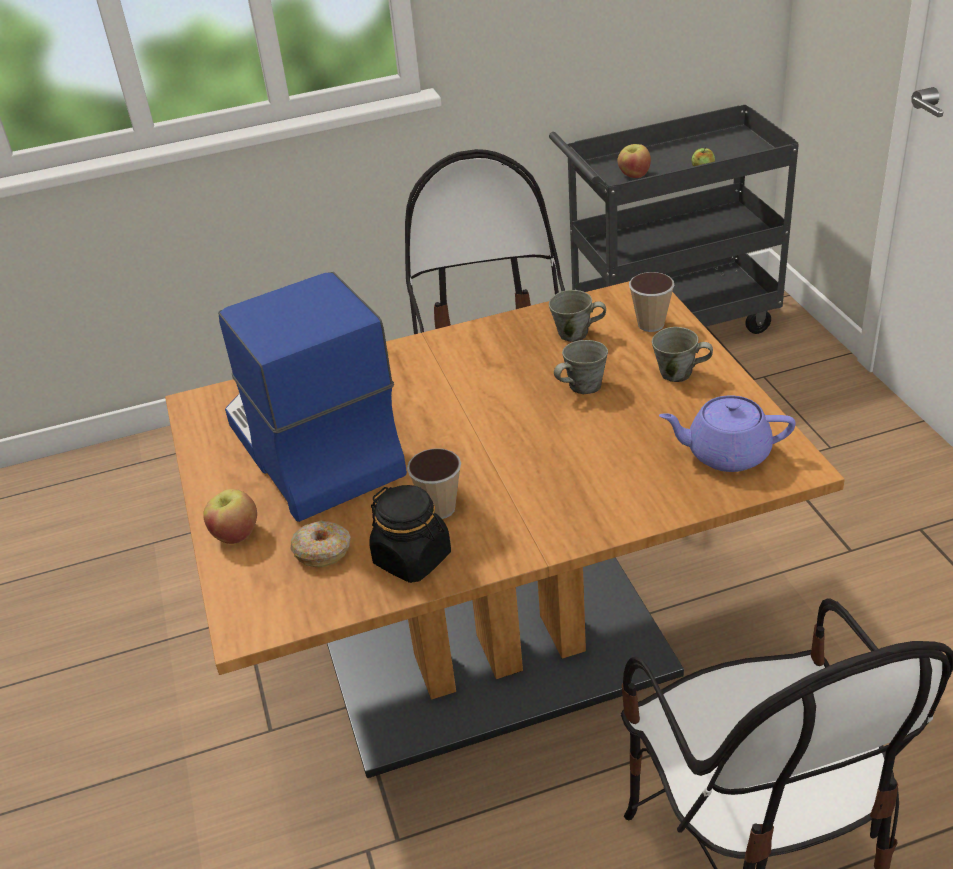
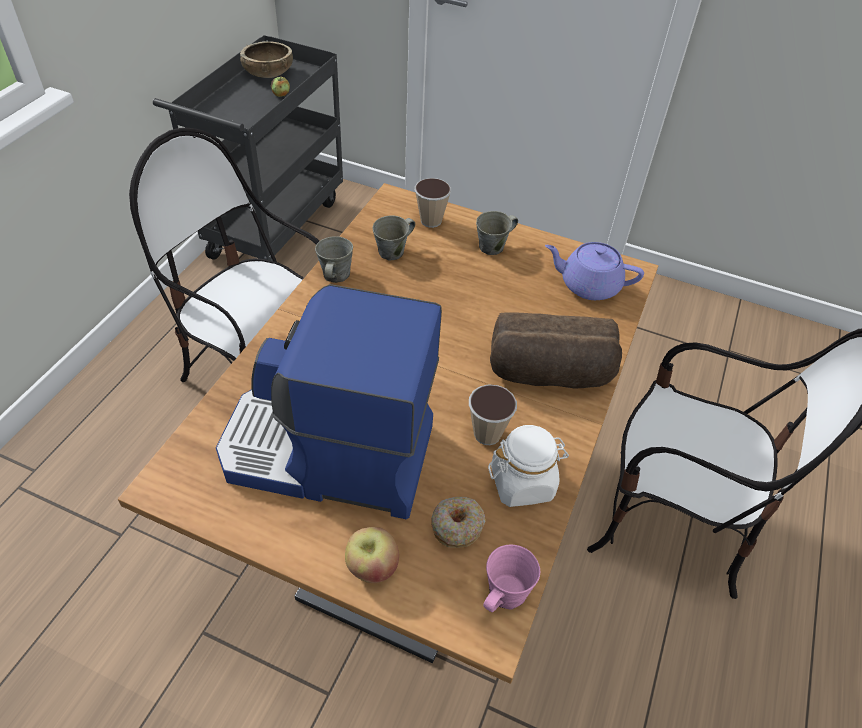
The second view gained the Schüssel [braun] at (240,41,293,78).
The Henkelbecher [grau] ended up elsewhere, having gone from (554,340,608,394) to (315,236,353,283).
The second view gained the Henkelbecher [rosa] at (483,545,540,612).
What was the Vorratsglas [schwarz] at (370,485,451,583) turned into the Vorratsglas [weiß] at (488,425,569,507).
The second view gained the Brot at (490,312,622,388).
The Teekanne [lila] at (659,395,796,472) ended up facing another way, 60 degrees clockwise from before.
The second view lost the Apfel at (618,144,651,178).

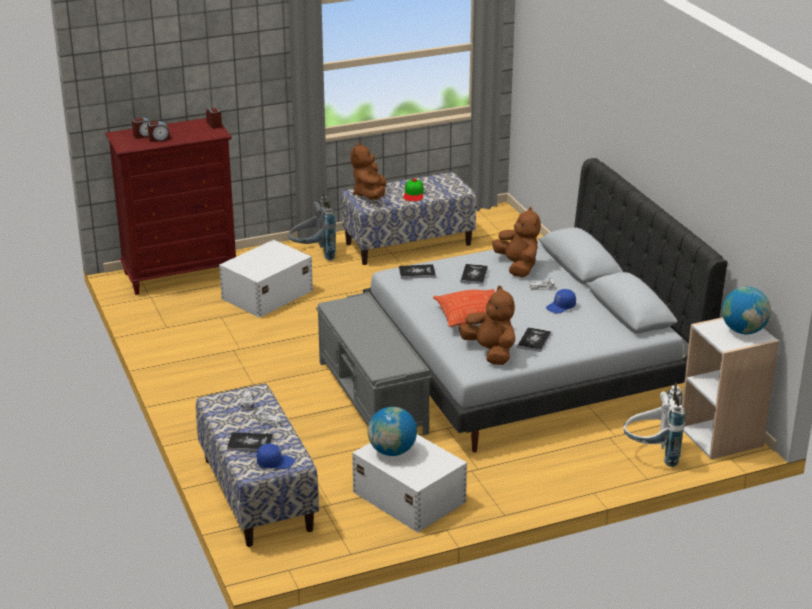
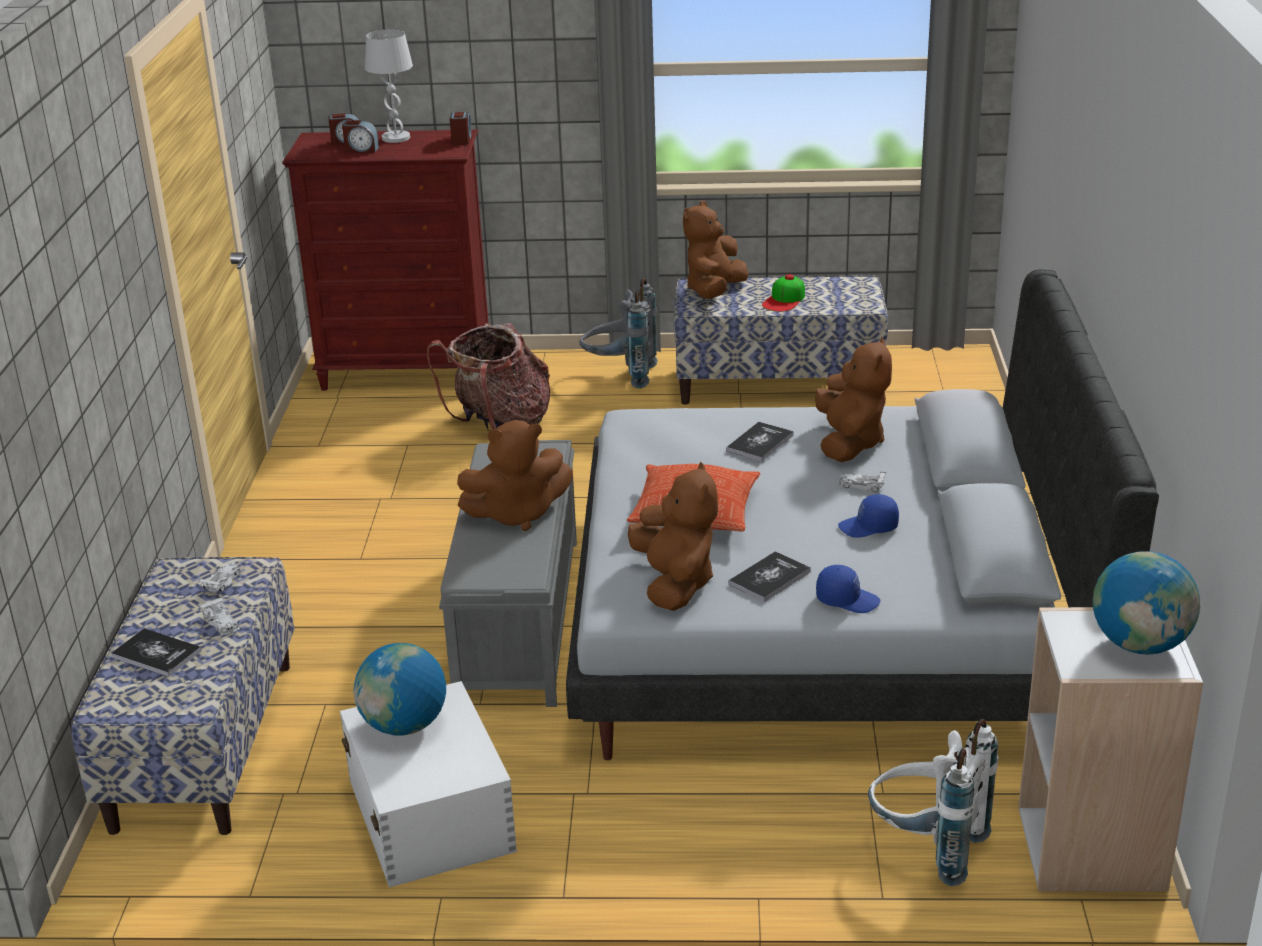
The second view gained the Tischlampe [weiß] at (365,30,413,143).
Where the Aufbewahrungsbox [weiß] stood at (219,240,313,318), the Rucksack came to stand at (427,323,550,431).
The second view gained the Plüschtier [braun] at (457,420,573,531).
The Kappe [blau] ended up elsewhere, having gone from (257,443,295,469) to (816,565,881,613).
The second view lost the Buch at (399,264,436,279).

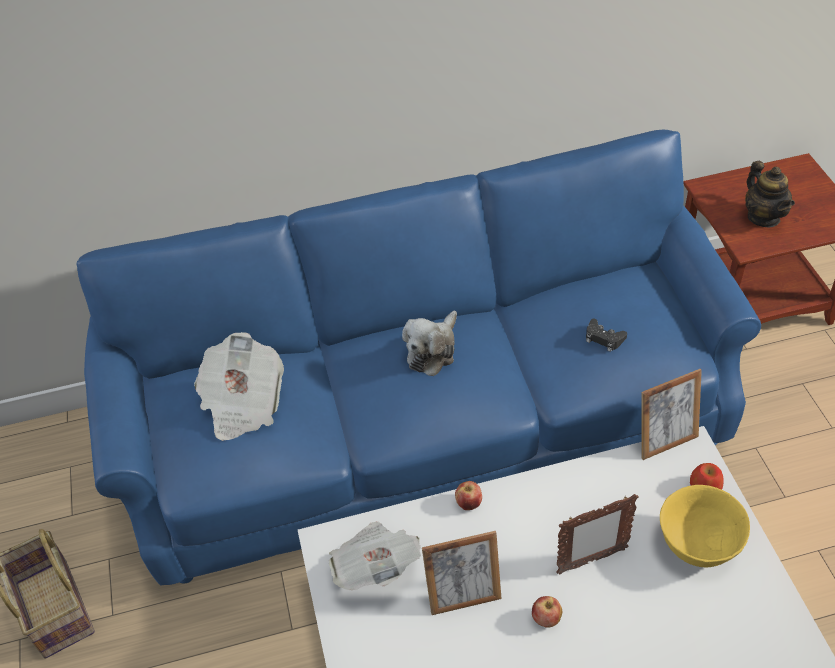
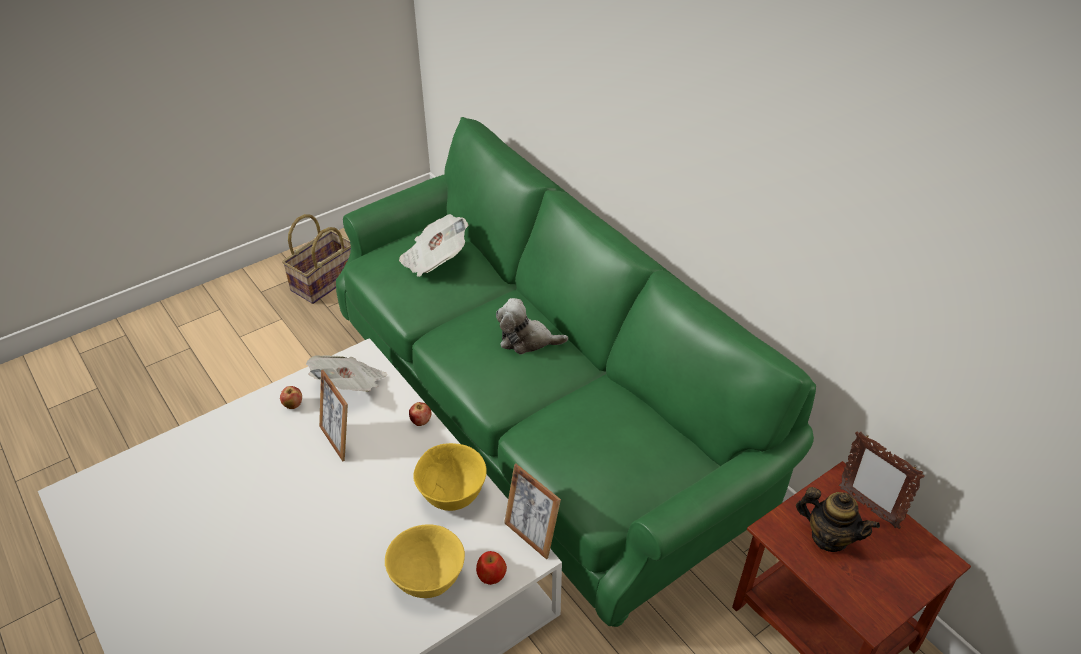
The Apfel ended up elsewhere, having gone from (532,596,562,628) to (280,386,302,409).
What was the Sofa [blau] at (76,130,761,585) turned into the Sofa [grün] at (336,117,816,627).
The second view gained the Schüssel [gelb] at (413,443,487,511).
The Teekanne at (745,161,795,227) ended up facing another way, 105 degrees counterclockwise from before.
The Bilderrahmen ended up elsewhere, having gone from (556,494,638,574) to (839,432,925,529).
The second view lost the Gamepad [schwarz] at (586,319,627,352).

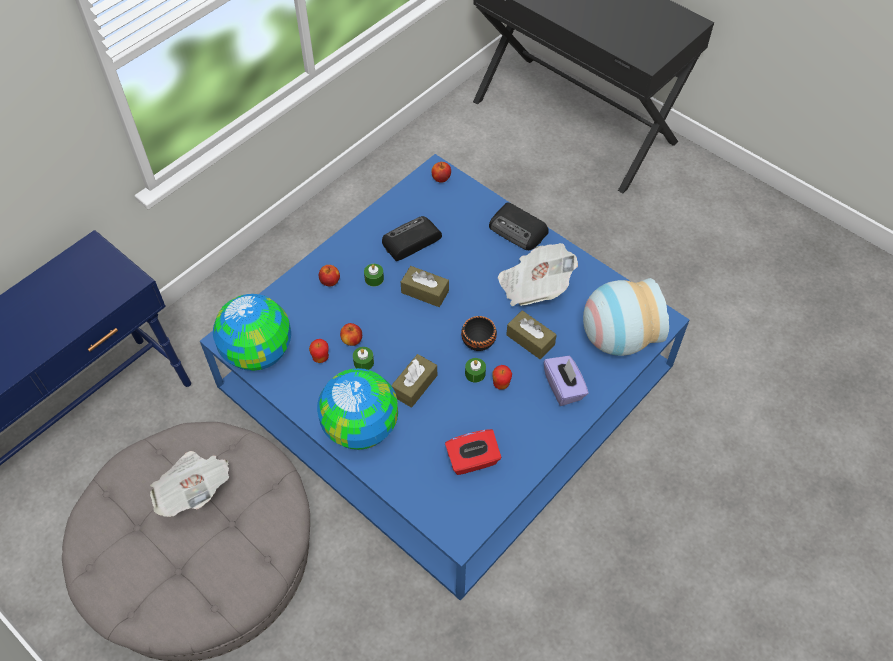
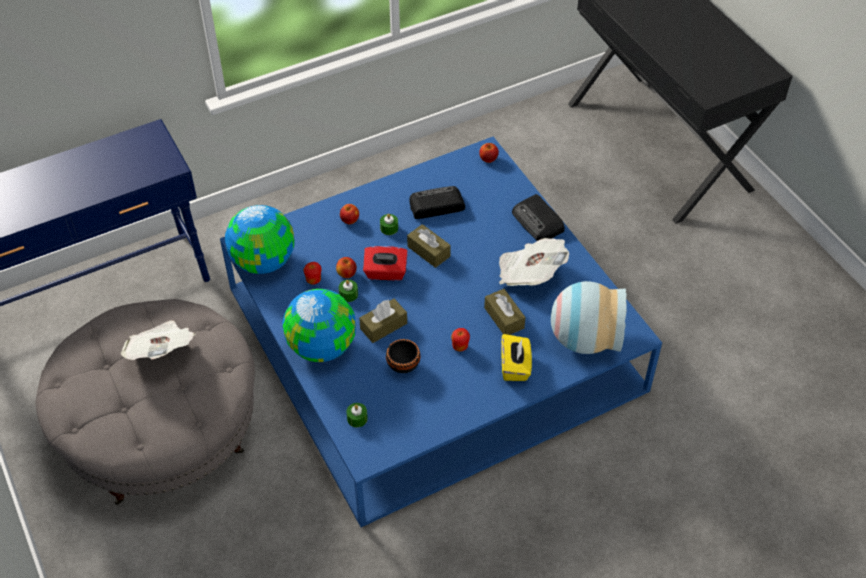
The Kerze [grün] ended up elsewhere, having gone from (465,358,486,383) to (346,403,368,427).
The Taschentuchbox [rot] ended up elsewhere, having gone from (445,429,501,475) to (363,246,408,281).
The Schüssel [schwarz] ended up elsewhere, having gone from (461,316,497,351) to (386,339,420,373).
What was the Taschentuchbox [lila] at (544,356,589,406) turned into the Taschentuchbox [gelb] at (501,334,532,381).

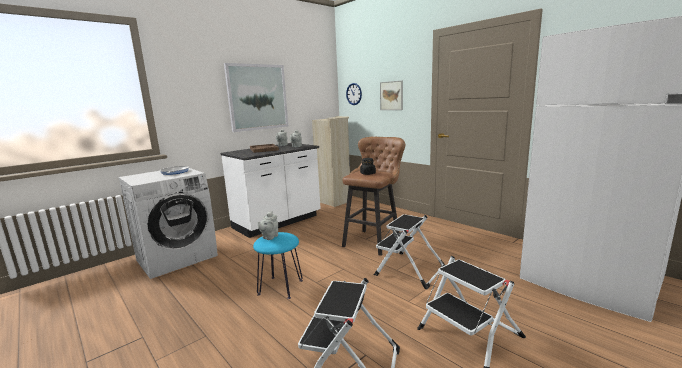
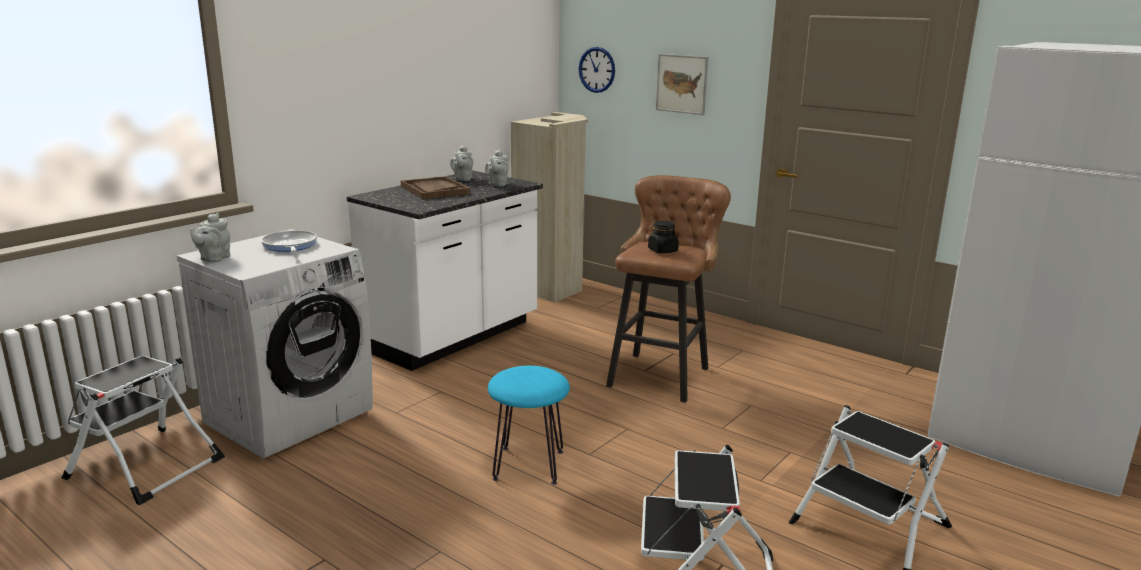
The Trittleiter ended up elsewhere, having gone from (374,214,445,289) to (62,356,225,505).
The Teekanne [grau] ended up elsewhere, having gone from (257,211,278,240) to (190,213,230,263).
The second view lost the Bild at (224,63,288,132).

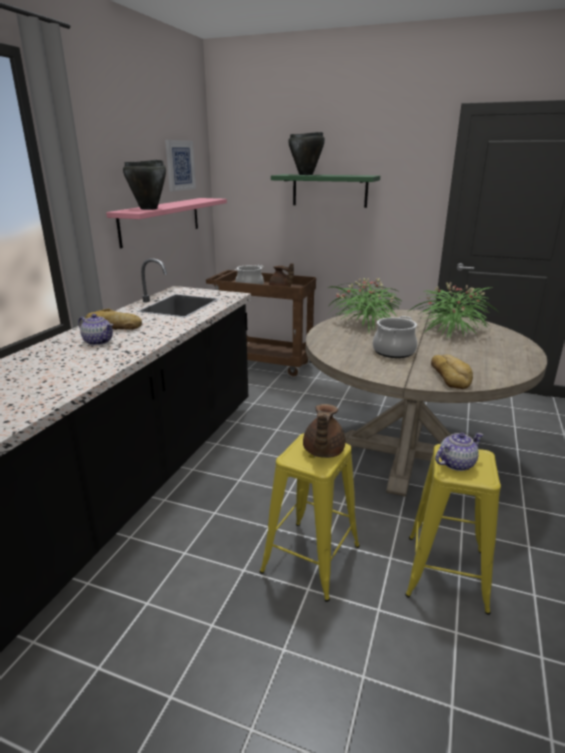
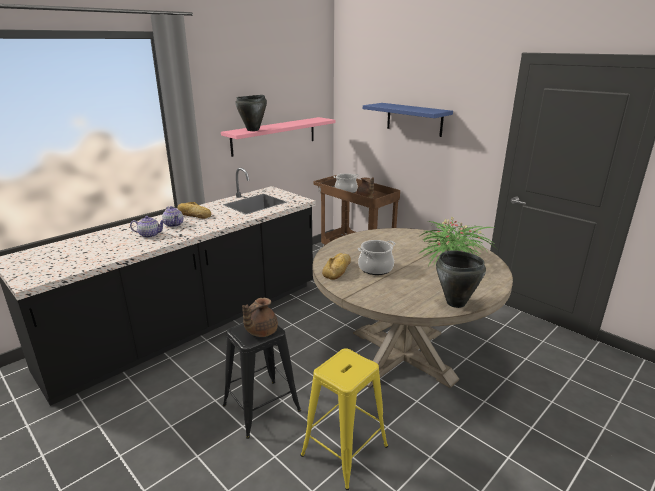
The Teekanne ended up elsewhere, having gone from (435,433,483,471) to (130,216,165,238).
What was the Hocker [gelb] at (260,433,360,602) turned into the Hocker [schwarz] at (223,323,301,439).
The Brot ended up elsewhere, having gone from (431,355,473,389) to (322,253,351,280).
What was the Wandregal [grün] at (271,174,380,208) turned into the Wandregal [blau] at (363,103,453,137).
The Kochtopf [schwarz] ended up elsewhere, having gone from (288,132,325,175) to (436,250,486,308).
The second view lost the Bild at (165,140,196,192).
The second view lost the Topfpflanze at (326,278,403,331).

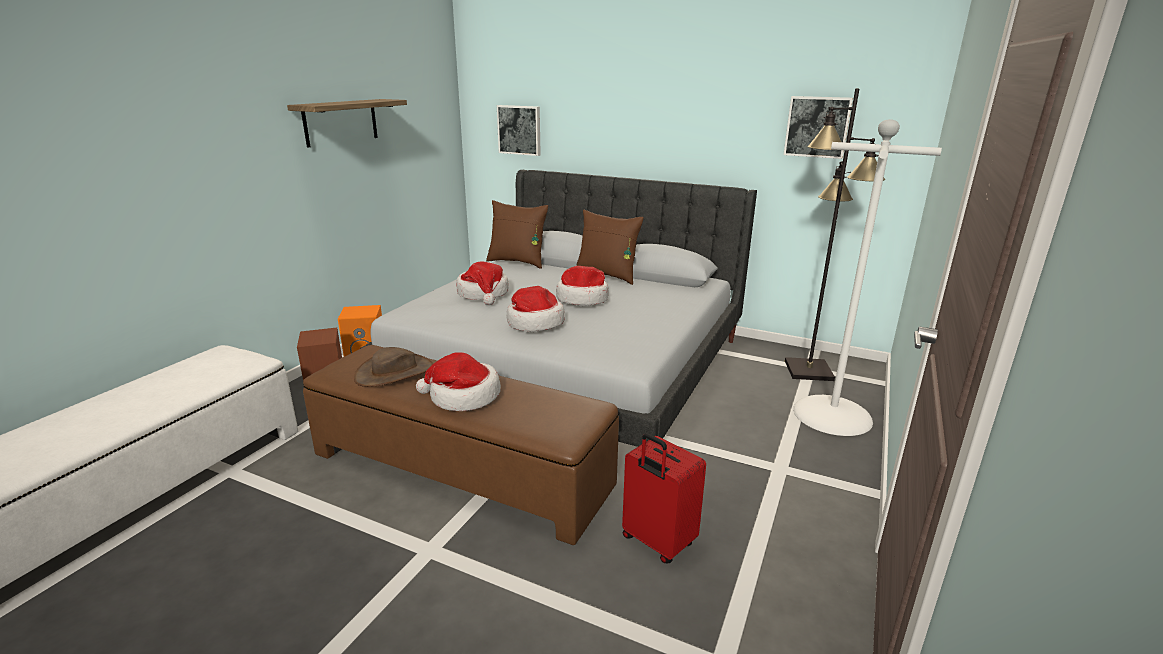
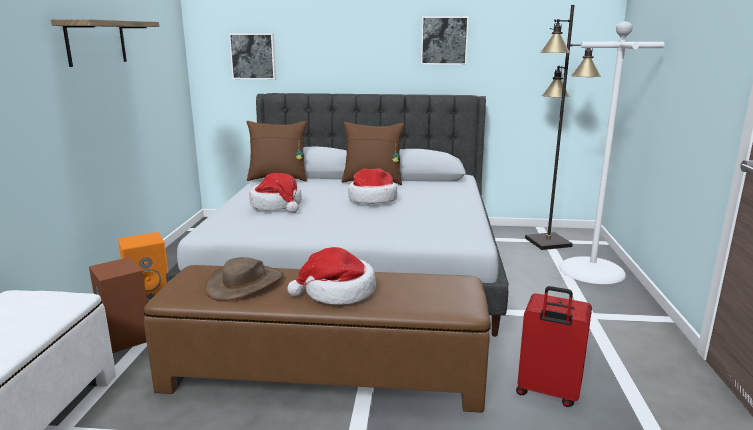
The Bild ended up elsewhere, having gone from (783,96,853,159) to (421,16,469,65).
The second view lost the Hut at (507,286,565,331).

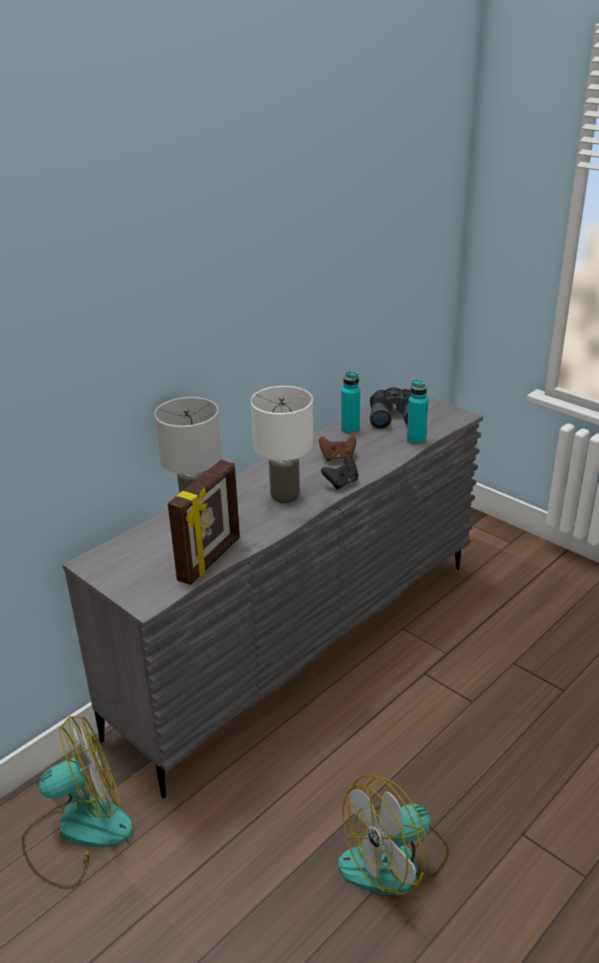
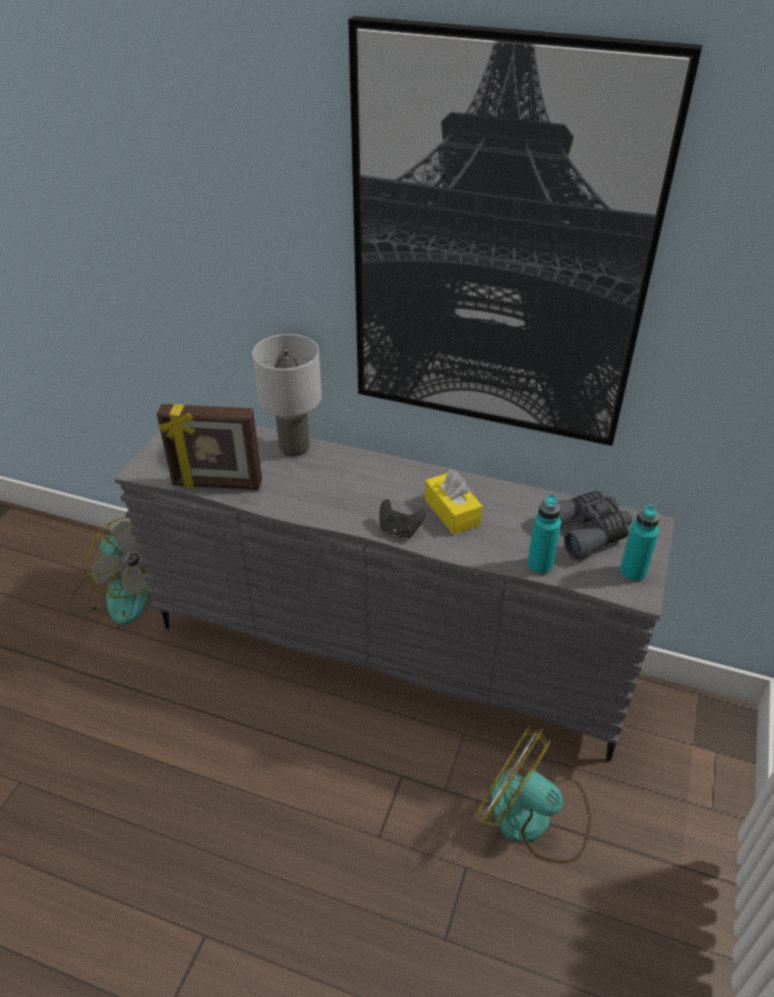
The second view gained the Bild at (348,16,703,446).
Where the Gamepad [braun] stood at (319,435,356,461), the Taschentuchbox [gelb] came to stand at (425,469,483,535).
The Ventilator ended up elsewhere, having gone from (338,775,449,895) to (475,726,592,864).
The Flasche [türkis] ended up elsewhere, having gone from (341,371,360,434) to (620,504,660,582).
The second view lost the Tischlampe [weiß] at (251,386,313,503).

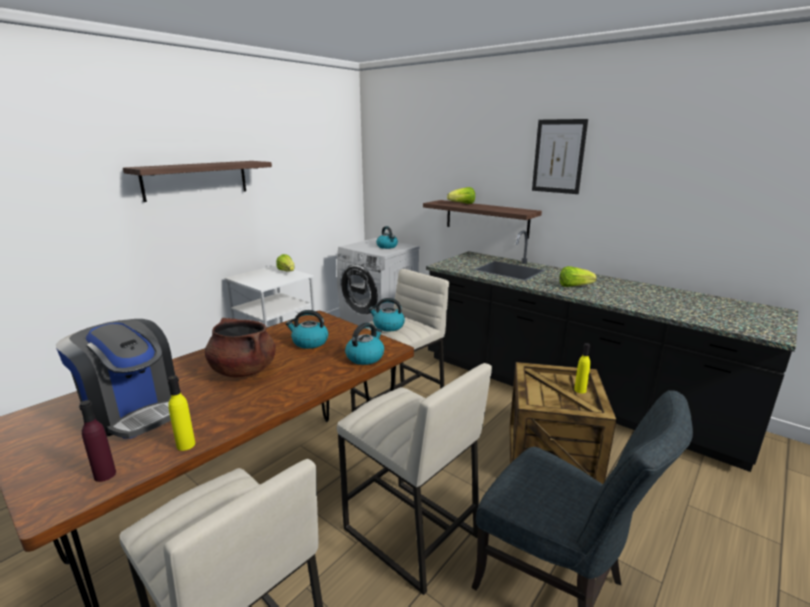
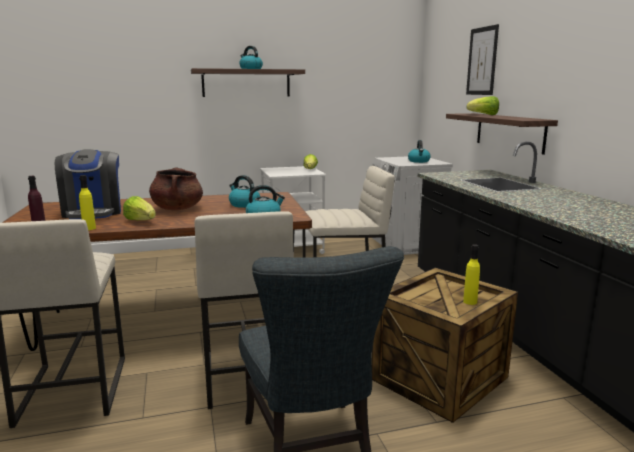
The Salatkopf ended up elsewhere, having gone from (560,266,597,287) to (123,196,156,220).
The Wasserkessel ended up elsewhere, having gone from (368,298,405,331) to (239,46,263,69).
The Bild ended up elsewhere, having gone from (532,119,588,194) to (466,24,499,95).

